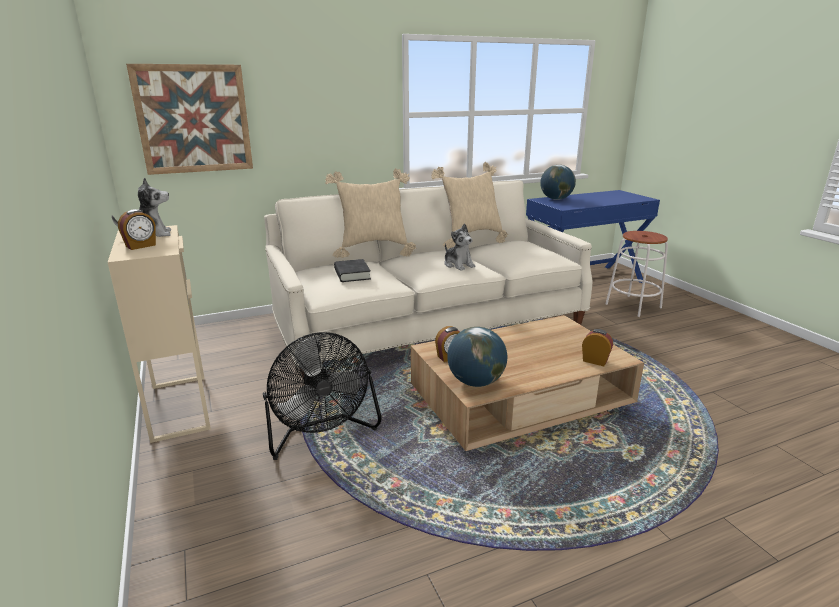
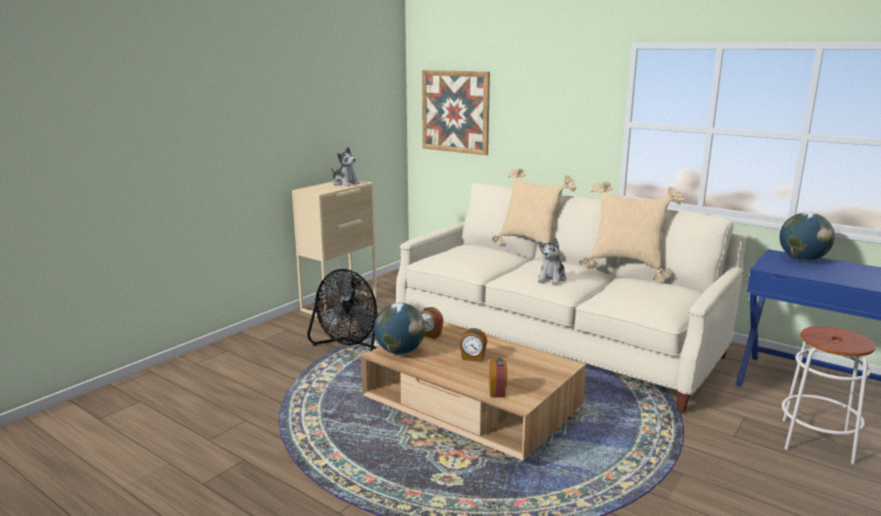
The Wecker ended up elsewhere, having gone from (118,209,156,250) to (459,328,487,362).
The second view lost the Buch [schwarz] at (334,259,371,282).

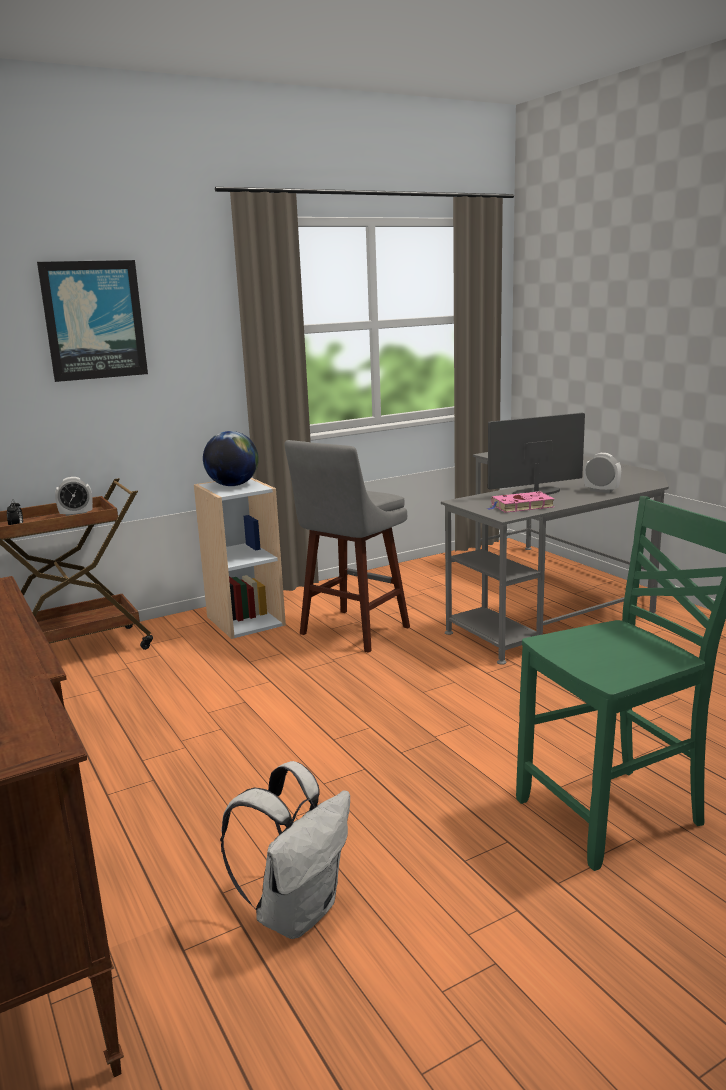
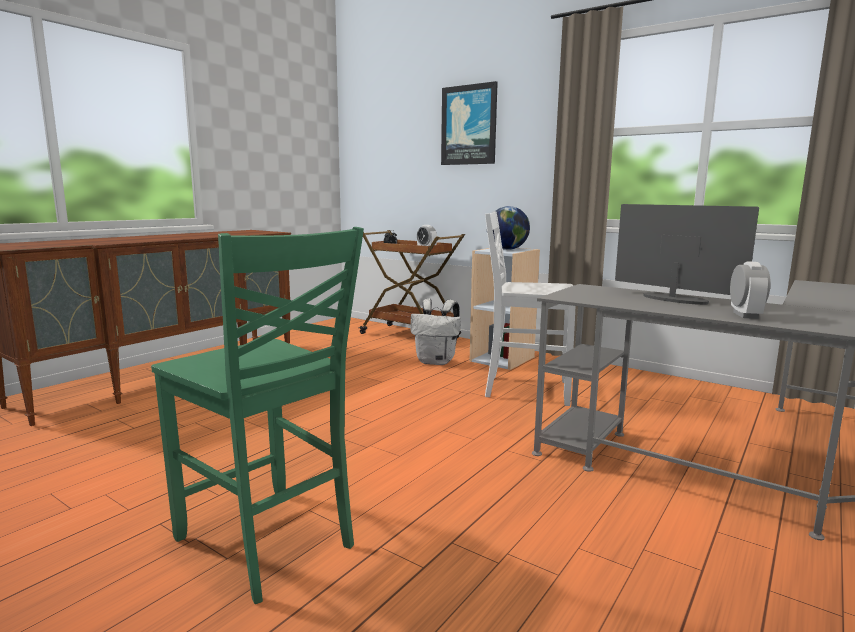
The Rucksack [weiß] ended up elsewhere, having gone from (220,761,350,939) to (410,299,461,365).
Where the Hocker [grau] stood at (284,440,410,653), the Stuhl [weiß] came to stand at (485,211,575,406).
The second view lost the Buch [rosa] at (487,491,554,513).

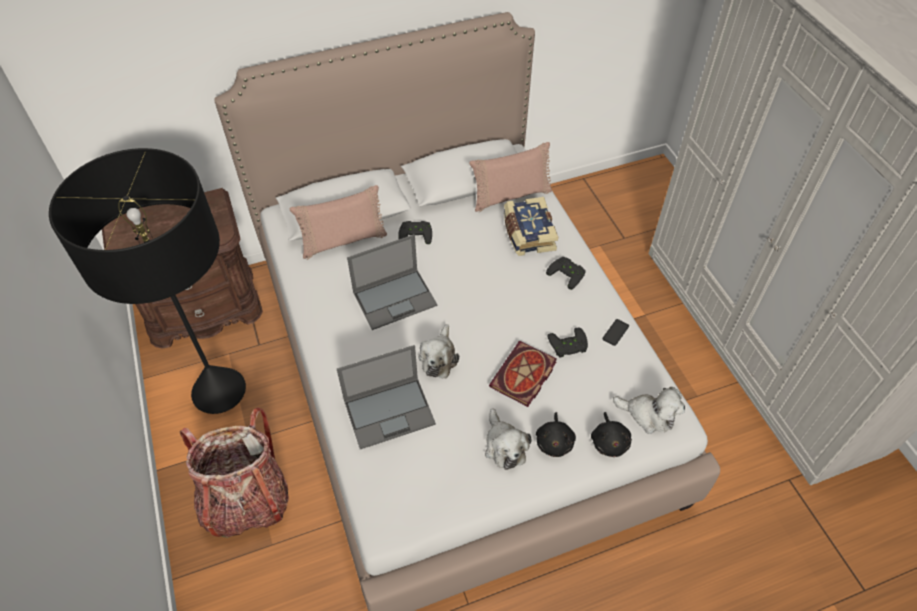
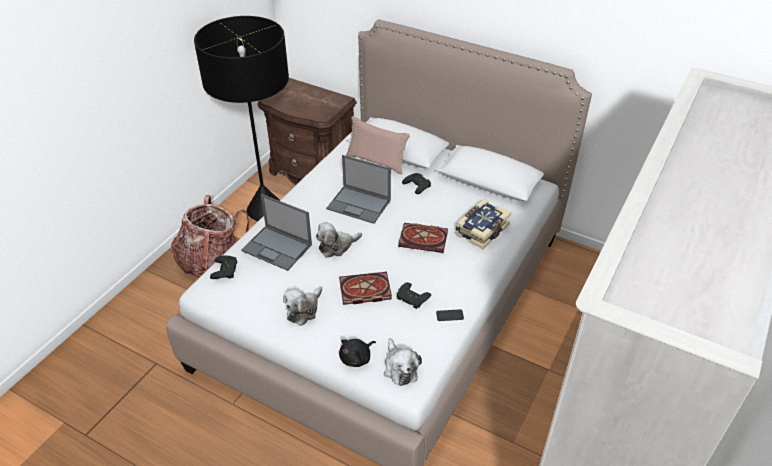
The Gamepad [schwarz] ended up elsewhere, having gone from (546,257,586,290) to (210,255,237,279).
The second view gained the Buch at (398,223,448,253).
The second view lost the Kissen [beige] at (469,142,552,213).
The second view lost the Plüschtier [schwarz] at (536,412,576,457).

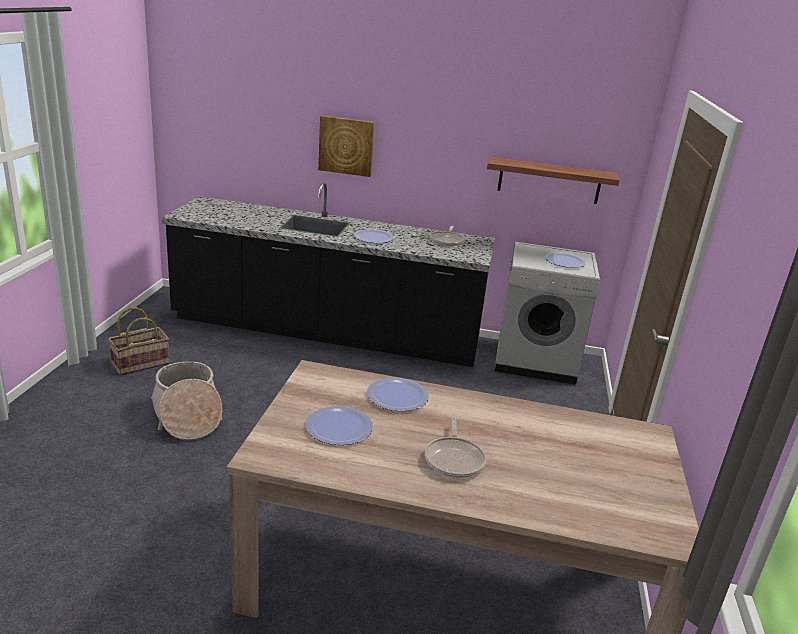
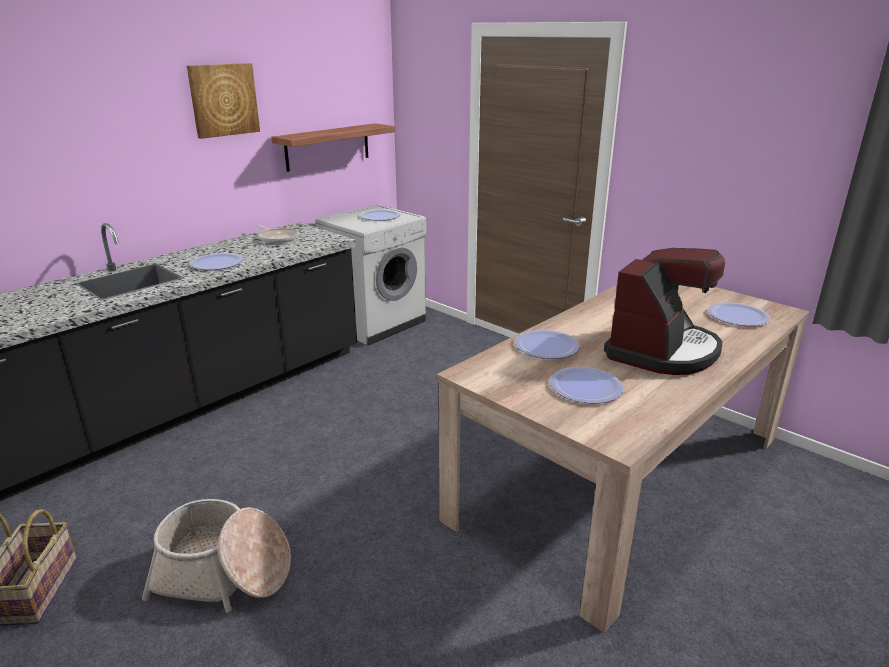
The Bild ended up elsewhere, having gone from (318,115,375,177) to (187,63,260,139).
Where the Pfanne stood at (425,418,486,478), the Kaffeemaschine came to stand at (604,248,725,375).
The second view gained the Teller at (708,302,771,326).

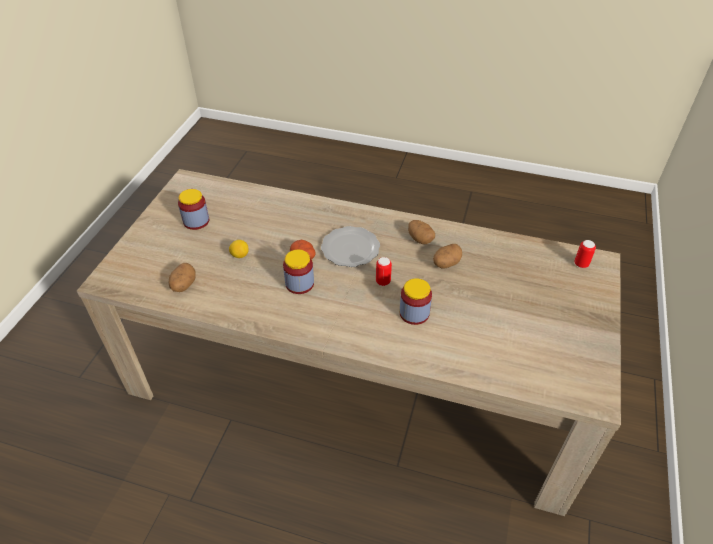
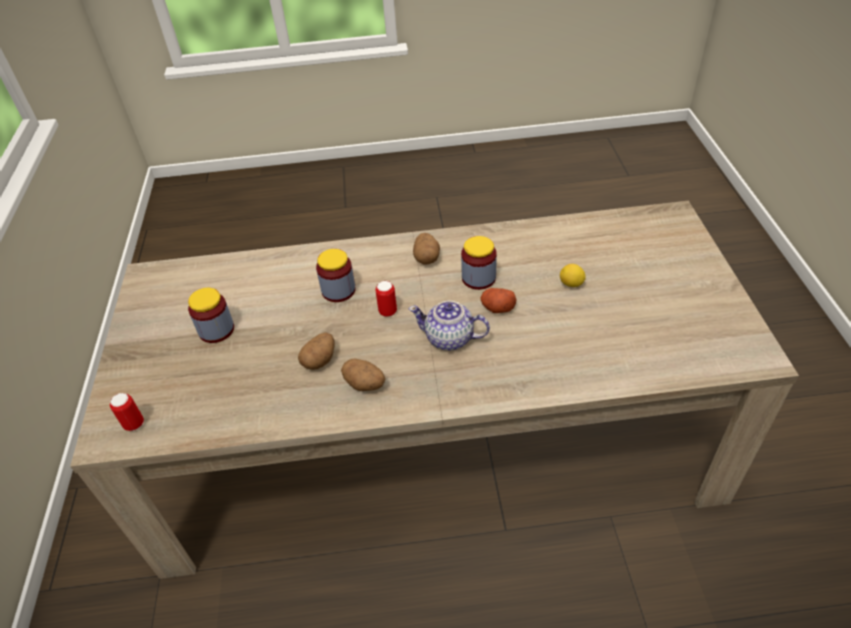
The Vorratsglas ended up elsewhere, having gone from (178,189,209,230) to (188,288,234,343).
Where the Teller stood at (321,226,380,267), the Teekanne came to stand at (409,301,490,351).
The Kartoffel ended up elsewhere, having gone from (169,263,196,292) to (413,233,440,265).

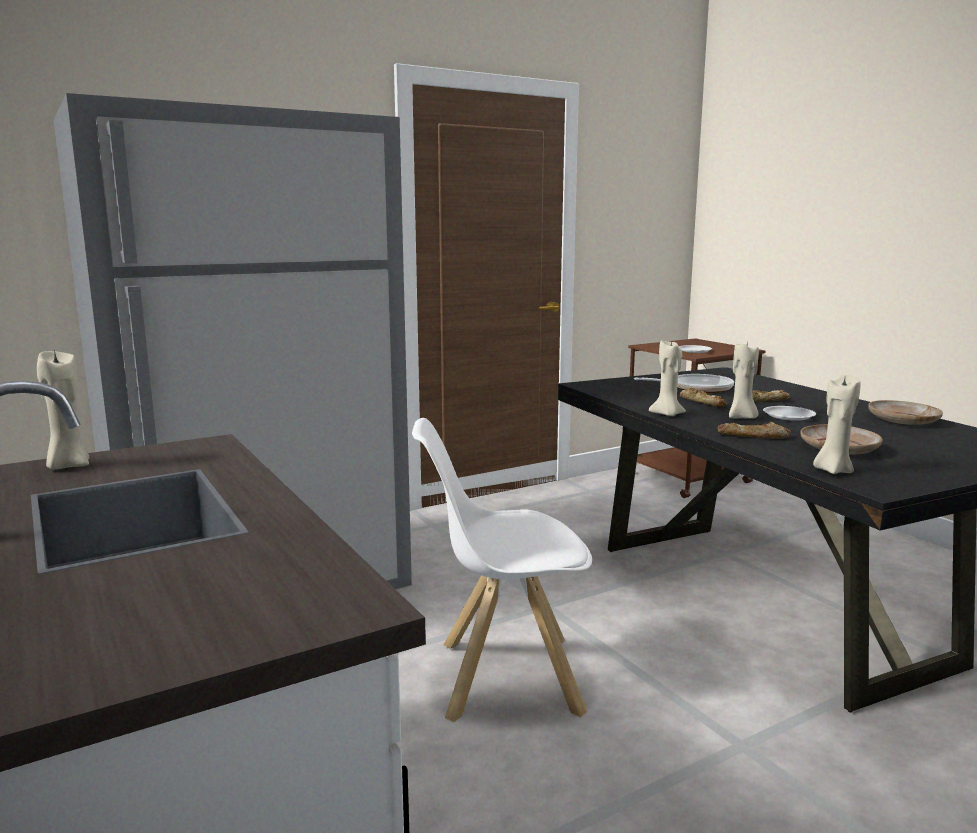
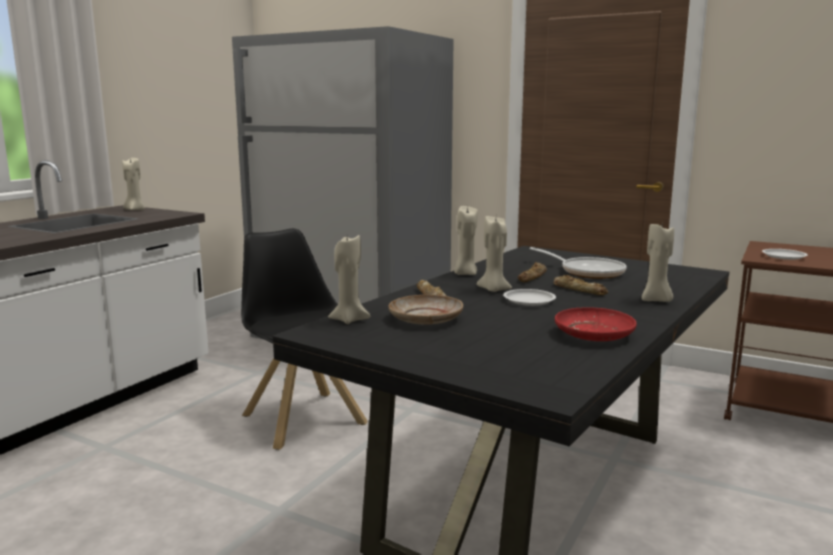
What was the Stuhl [weiß] at (412,418,592,722) turned into the Stuhl [schwarz] at (241,229,368,450).
What was the Teller [beige] at (868,400,943,425) turned into the Teller [rot] at (555,307,637,341).
The second view gained the Kerze [beige] at (642,221,674,302).

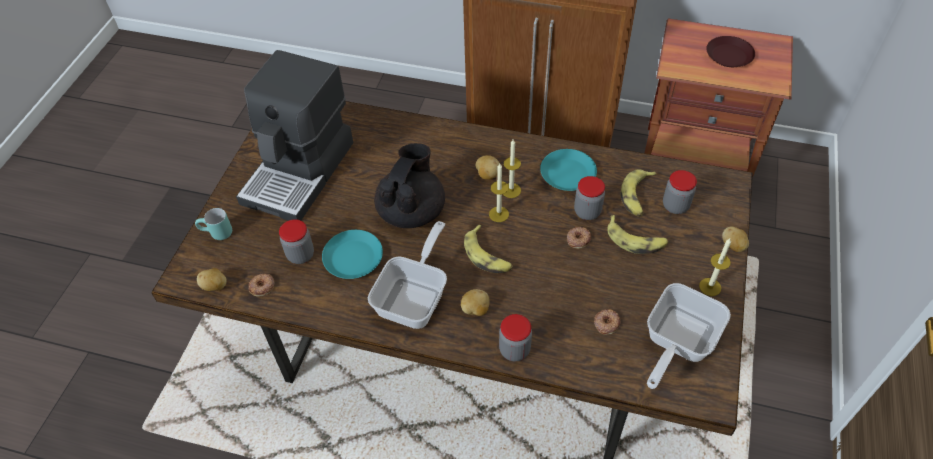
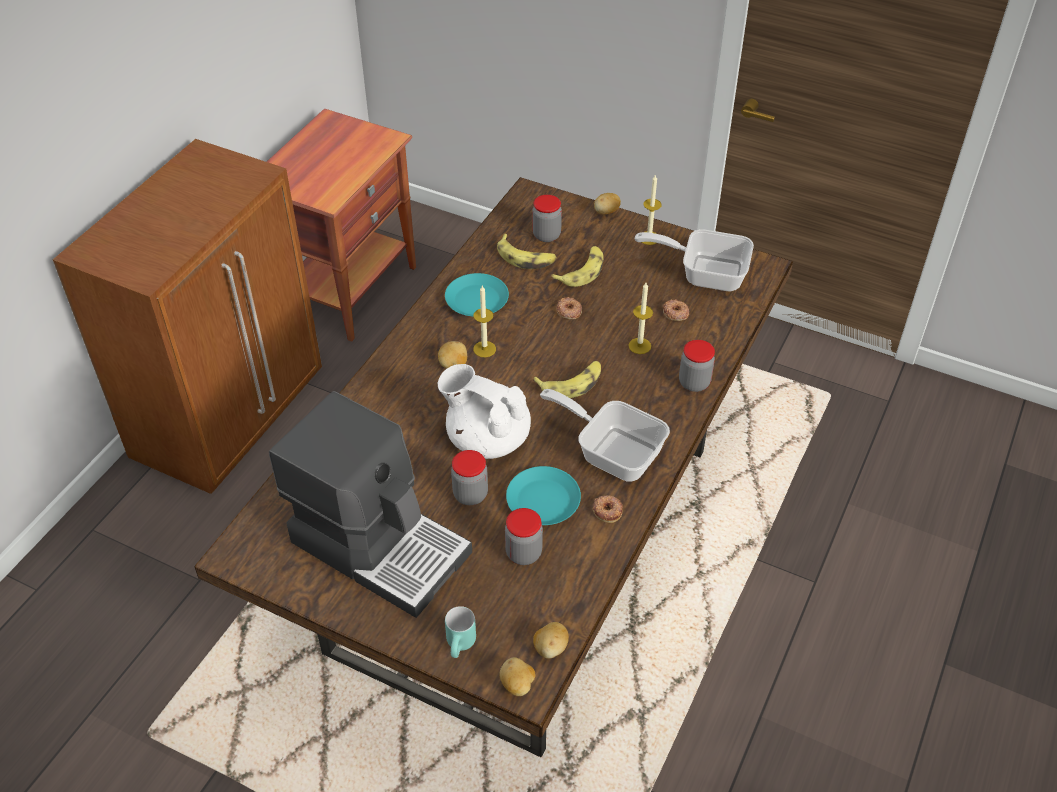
What was the Teekanne [schwarz] at (374,143,445,228) turned into the Teekanne [weiß] at (437,364,531,459).
The Vorratsglas ended up elsewhere, having gone from (574,176,605,220) to (451,450,488,505).
The Kartoffel ended up elsewhere, having gone from (461,289,490,316) to (500,657,535,696).
The Donut ended up elsewhere, having gone from (248,274,275,297) to (593,495,623,523).
The Kerze ended up elsewhere, having gone from (489,164,509,222) to (628,283,653,354).
The Pfanne at (647,283,731,389) ended up facing another way, 150 degrees clockwise from before.
The second view lost the Teller [braun] at (706,36,755,67).

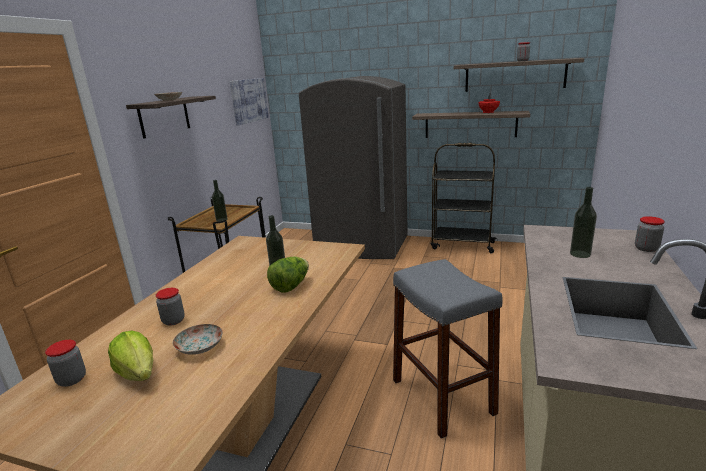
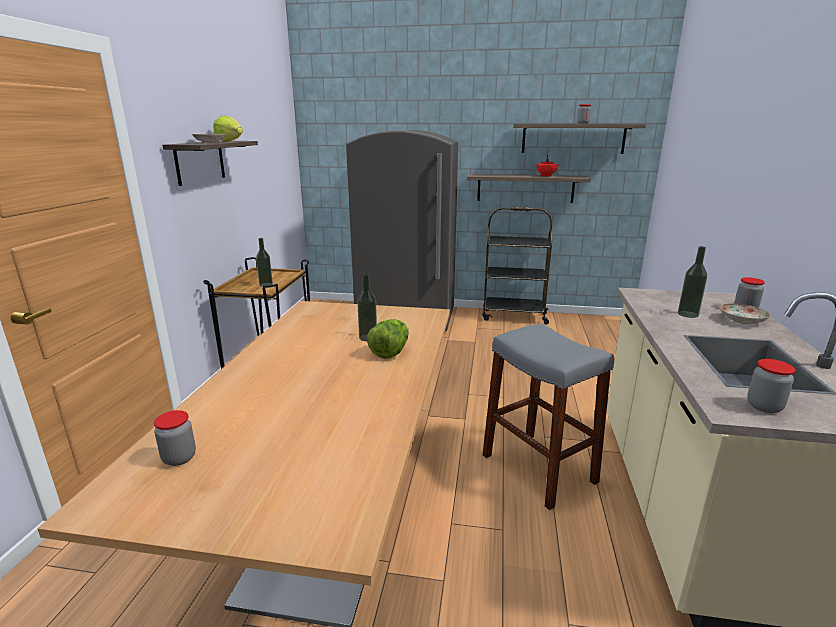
The Salatkopf ended up elsewhere, having gone from (108,330,153,381) to (213,116,243,141).
The Teller ended up elsewhere, having gone from (173,324,223,355) to (720,303,771,324).
The Vorratsglas ended up elsewhere, having gone from (156,288,185,326) to (747,359,795,413).
The second view lost the Bild at (230,78,269,126).

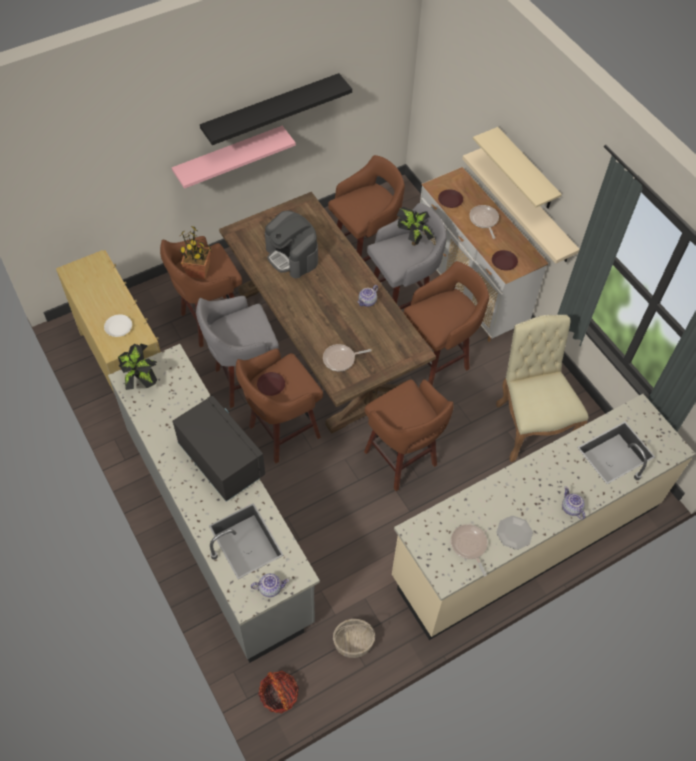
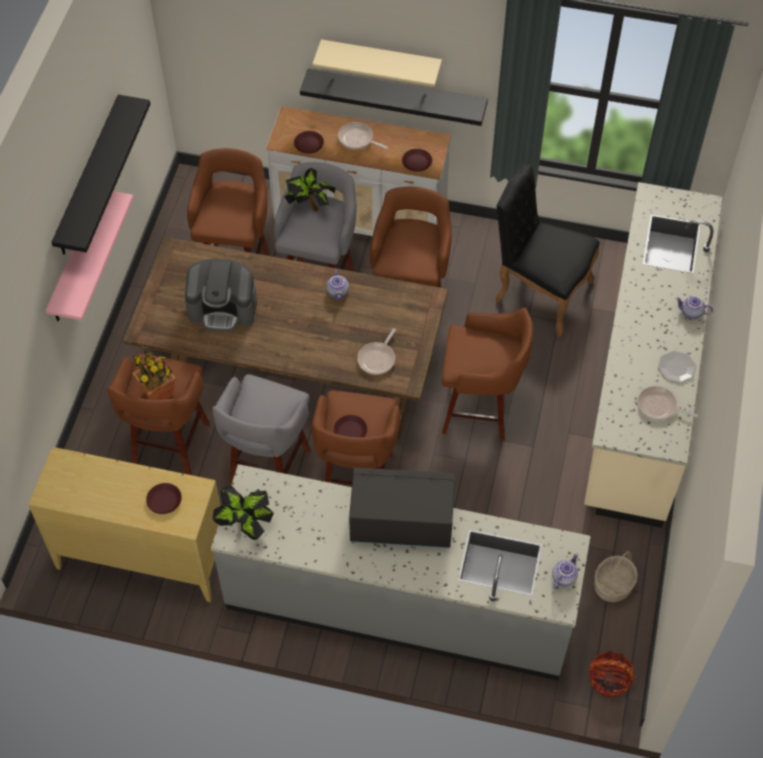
What was the Teller [weiß] at (104,314,132,337) turned into the Teller [braun] at (146,483,182,514).
What was the Wandregal [beige] at (462,148,580,264) turned into the Wandregal [schwarz] at (300,69,488,126).
What was the Stuhl [beige] at (496,315,589,462) turned into the Stuhl [schwarz] at (496,164,600,337).

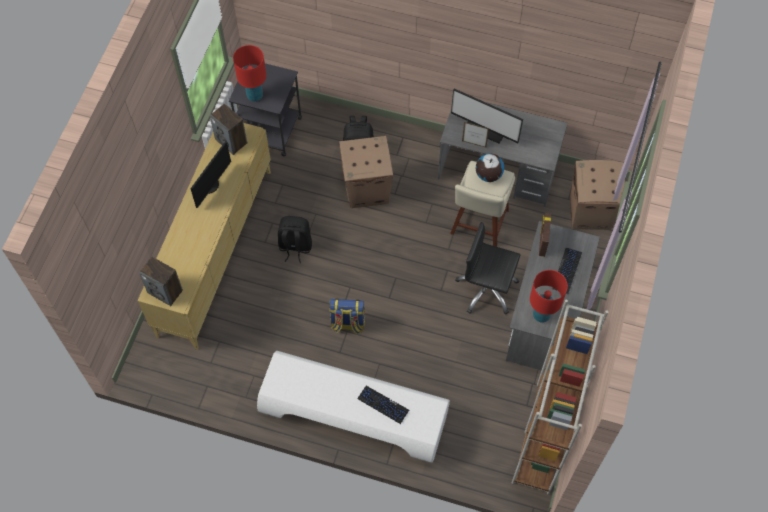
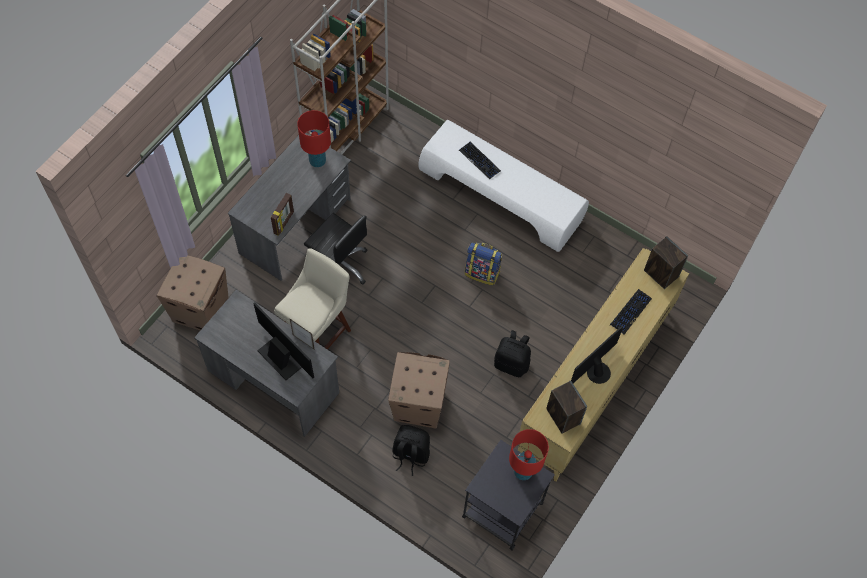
The Tastatur ended up elsewhere, having gone from (552,248,582,295) to (610,289,652,335).
The second view lost the Globus at (476,153,504,182).

